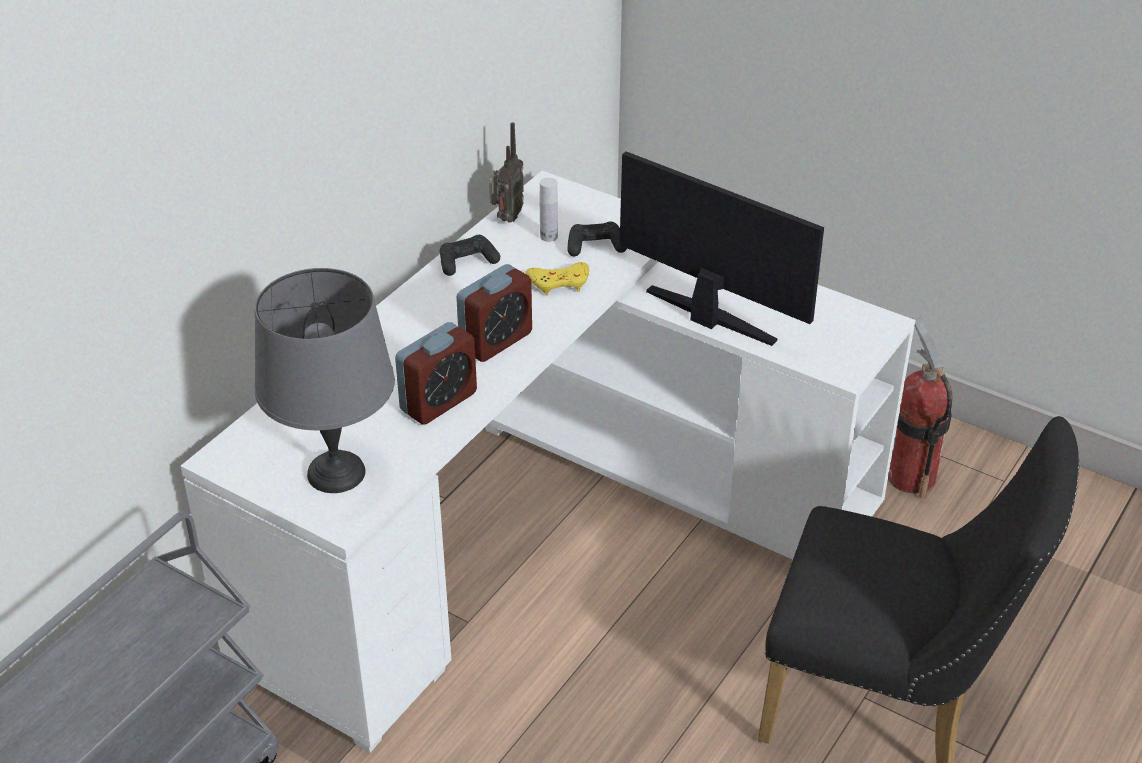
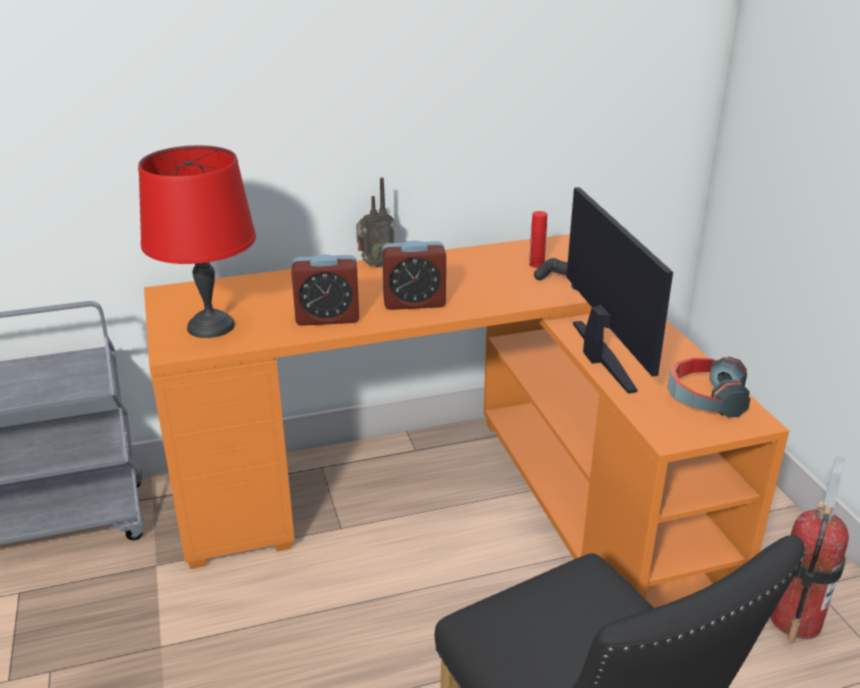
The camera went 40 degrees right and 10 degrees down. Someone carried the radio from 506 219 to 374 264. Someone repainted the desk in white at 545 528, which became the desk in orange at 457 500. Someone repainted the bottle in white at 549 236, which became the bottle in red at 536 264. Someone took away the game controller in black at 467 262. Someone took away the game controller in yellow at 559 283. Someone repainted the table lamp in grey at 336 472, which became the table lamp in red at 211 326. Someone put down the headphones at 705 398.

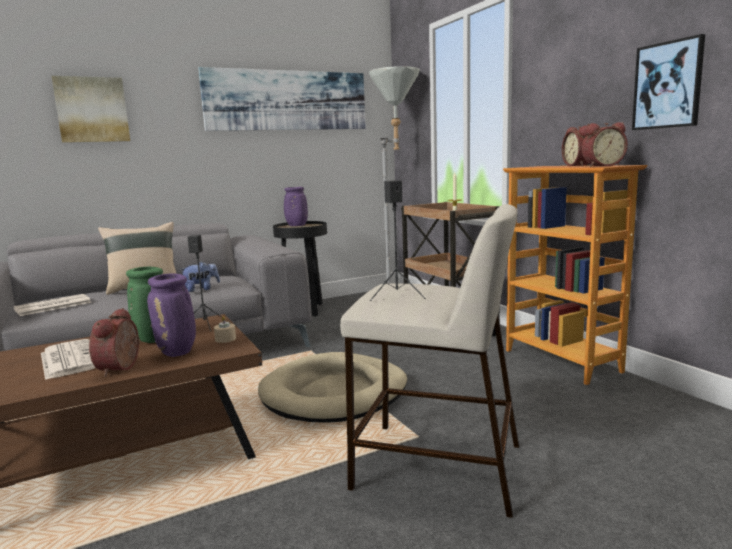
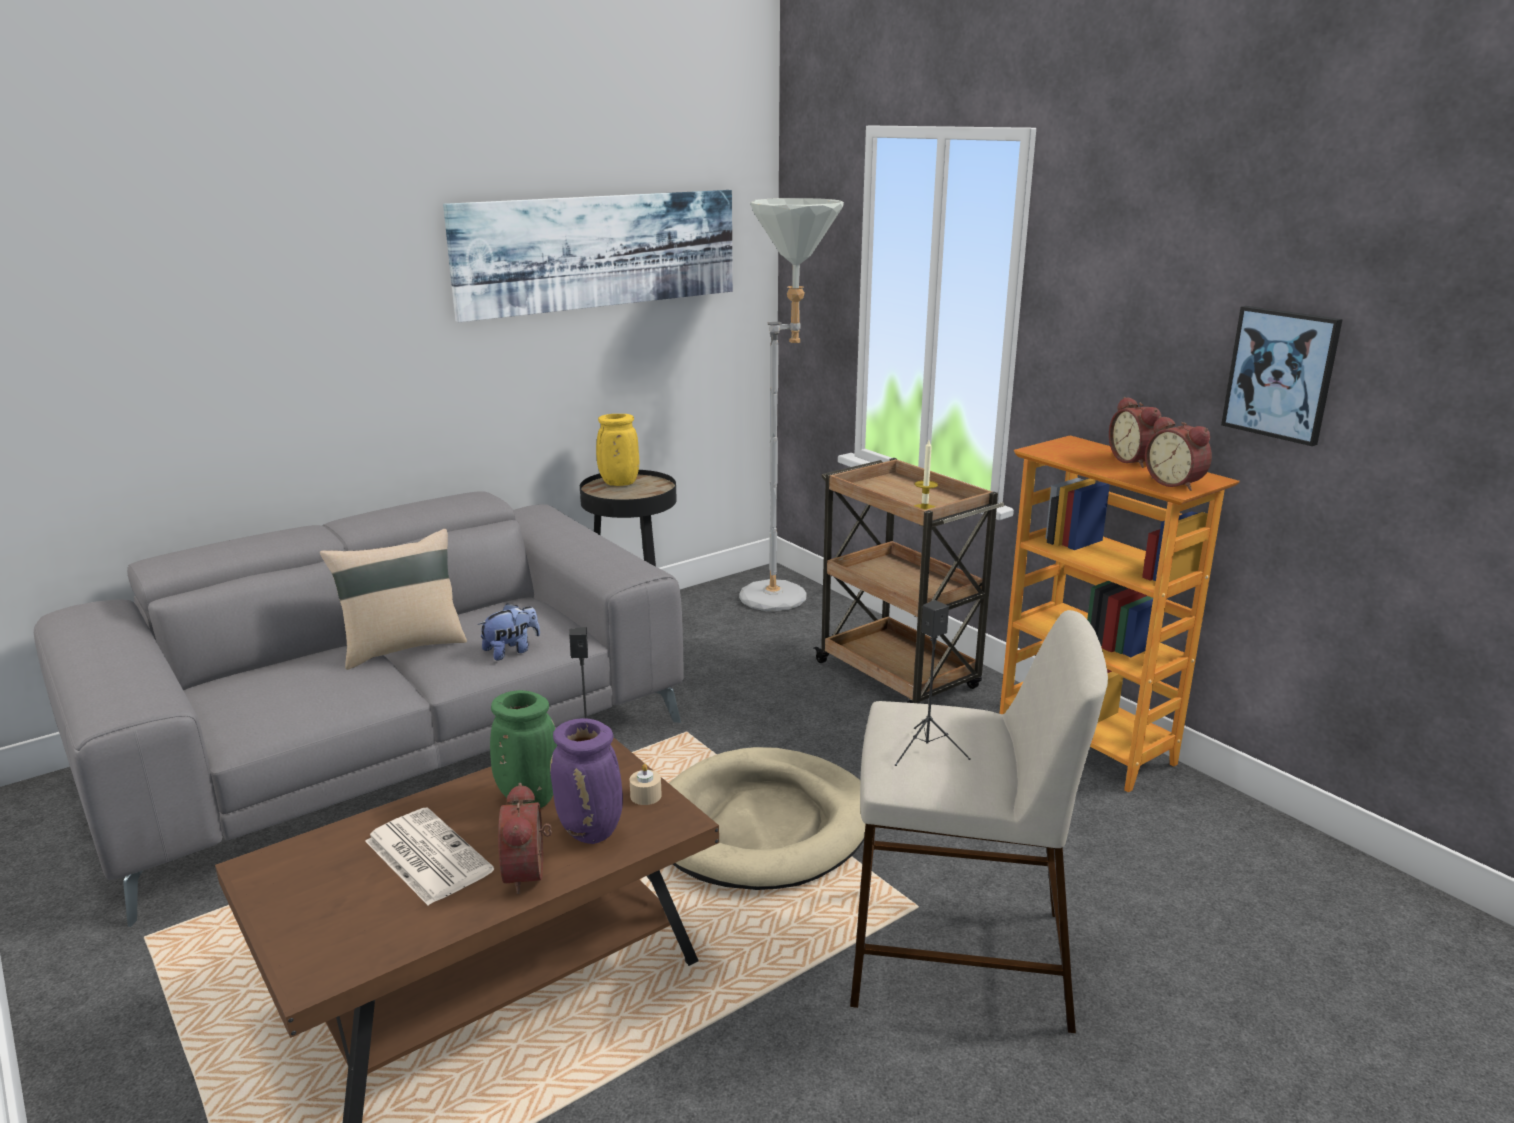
The camera went 10 degrees left and 10 degrees up. Someone took away the picture at 92 110. Someone rotated the alarm clock at 601 166 by 75 degrees clockwise. Someone repainted the vase in purple at 296 226, which became the vase in yellow at 618 483. Someone took away the newspaper at 52 306.

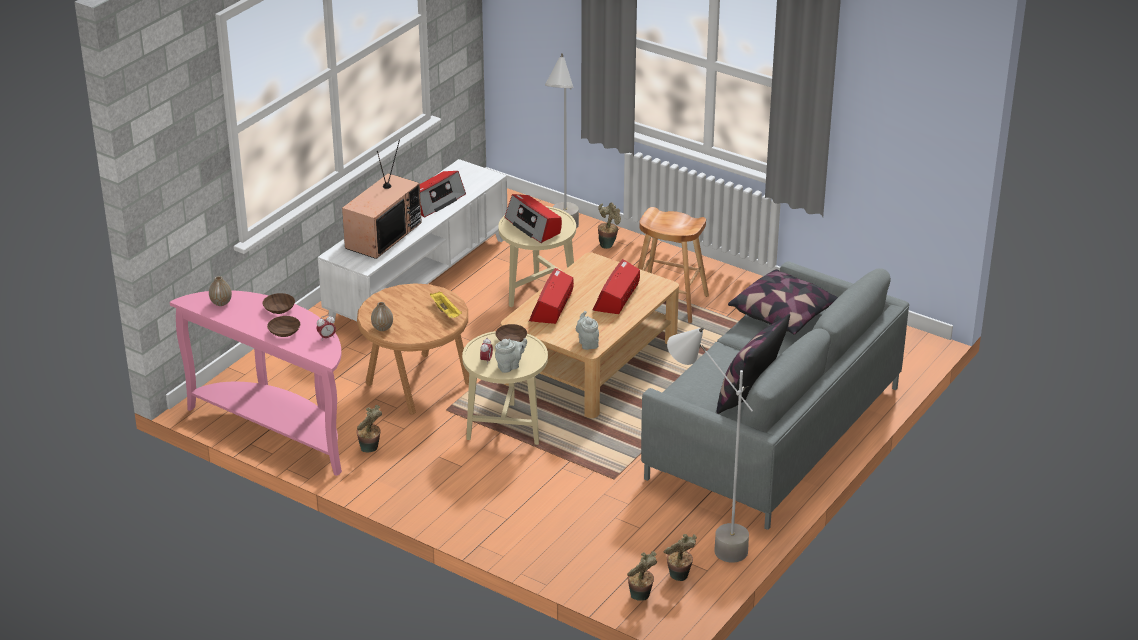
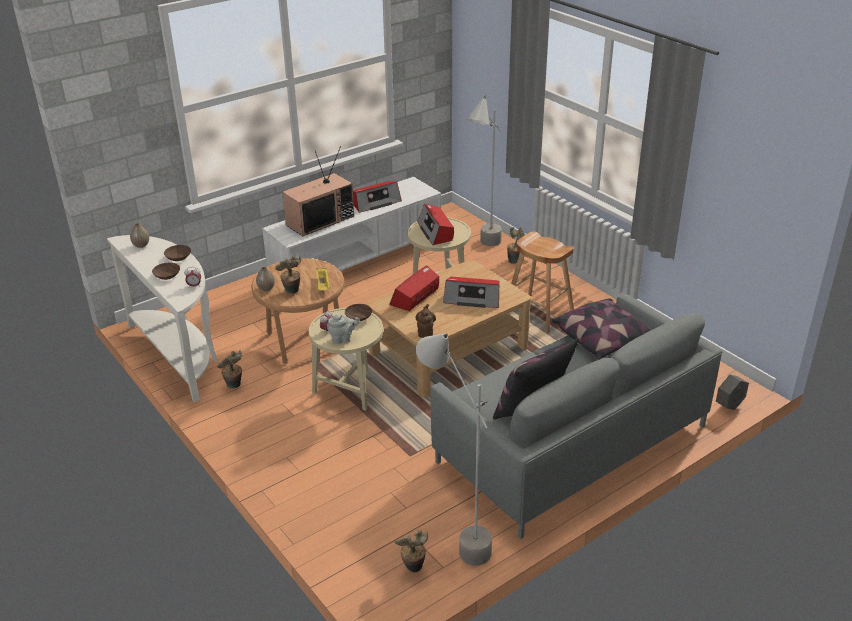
The camera went 20 degrees right and 0 degrees up. Someone rotated the radio at 616 297 by 120 degrees counterclockwise. Someone repainted the console table in pink at 278 429, which became the console table in white at 180 355. Someone repainted the teapot in grey at 588 343, which became the teapot in brown at 425 332. Someone carried the potted plant from 641 597 to 292 292. Someone put down the planter in grey at 729 406.

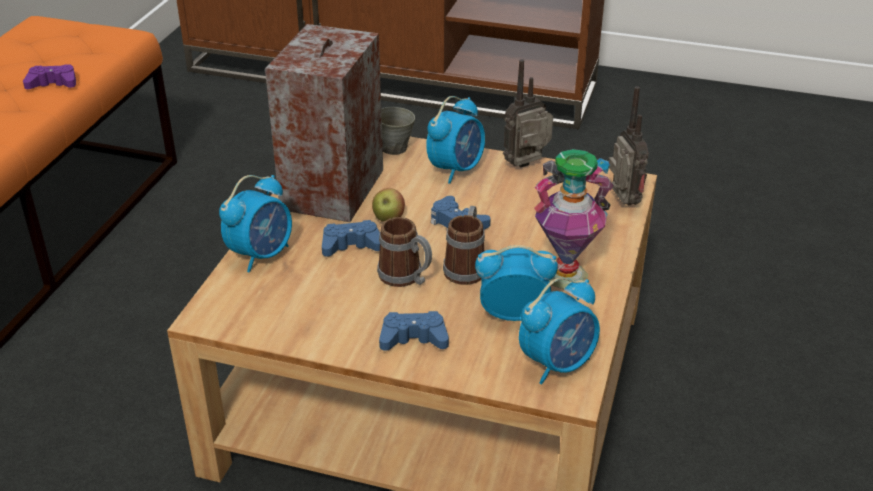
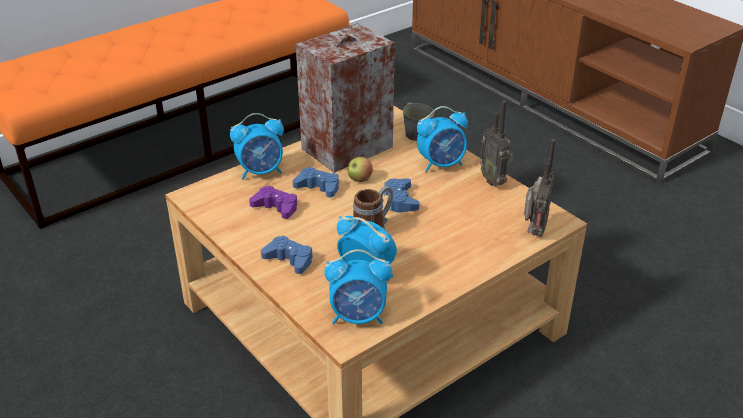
The camera went 35 degrees right and 0 degrees up. Someone rotated the radio at 527 166 by 120 degrees counterclockwise. Someone carried the game controller in purple from 53 84 to 276 207. Someone took away the vase at 565 274. Someone took away the mug at 406 278.

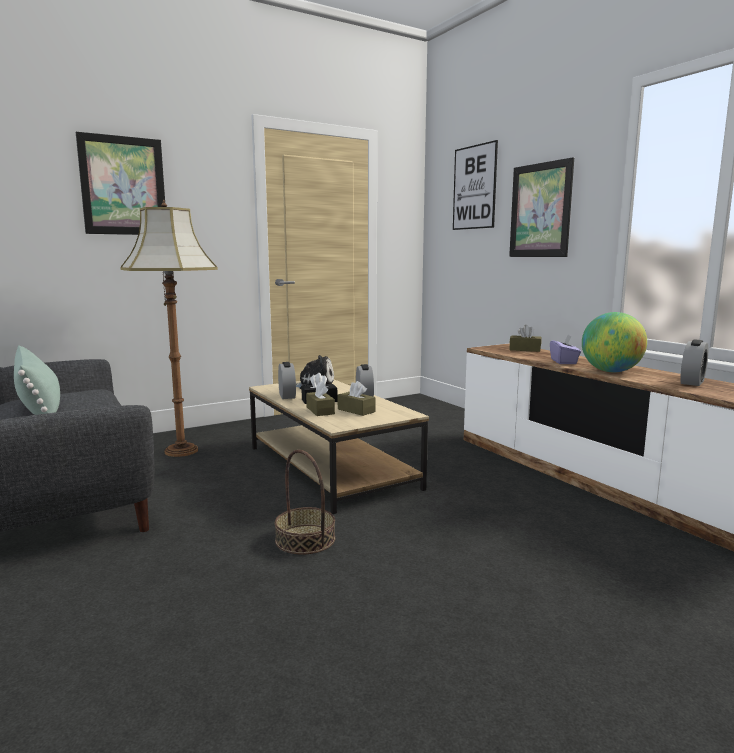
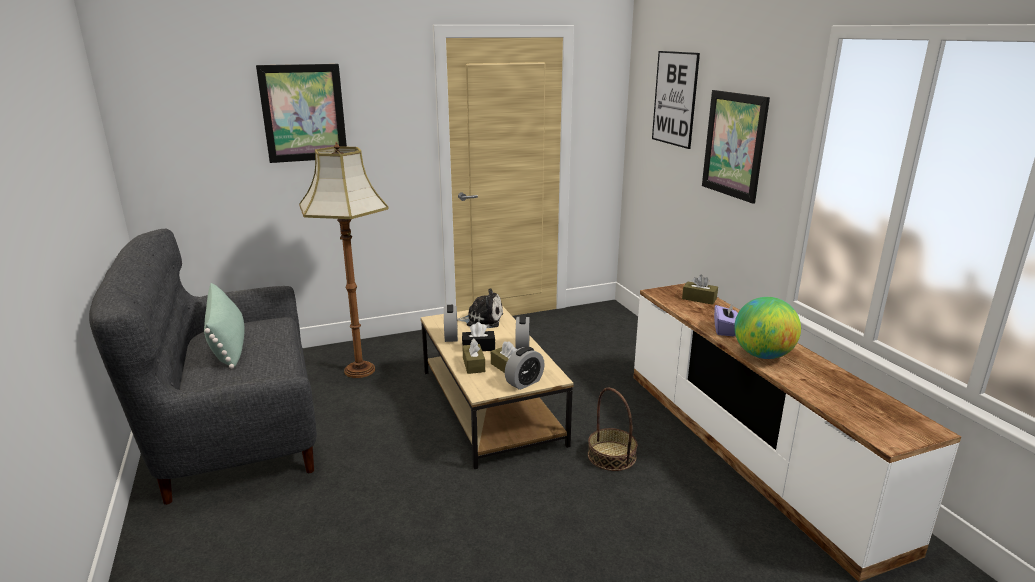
The camera went 10 degrees right and 10 degrees up. Someone carried the alarm clock from 692 382 to 524 382. Someone carried the basket from 305 539 to 612 456.

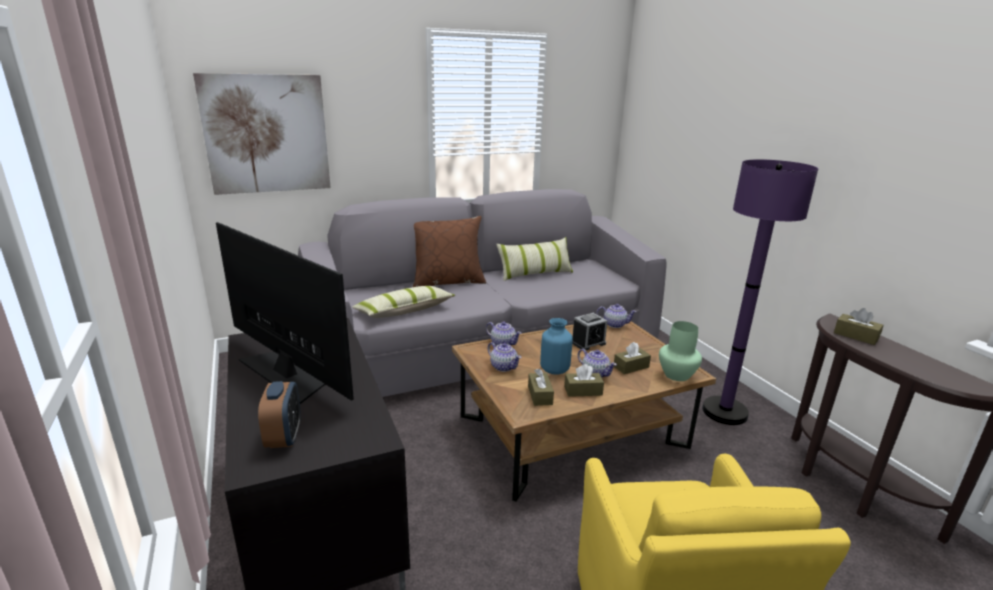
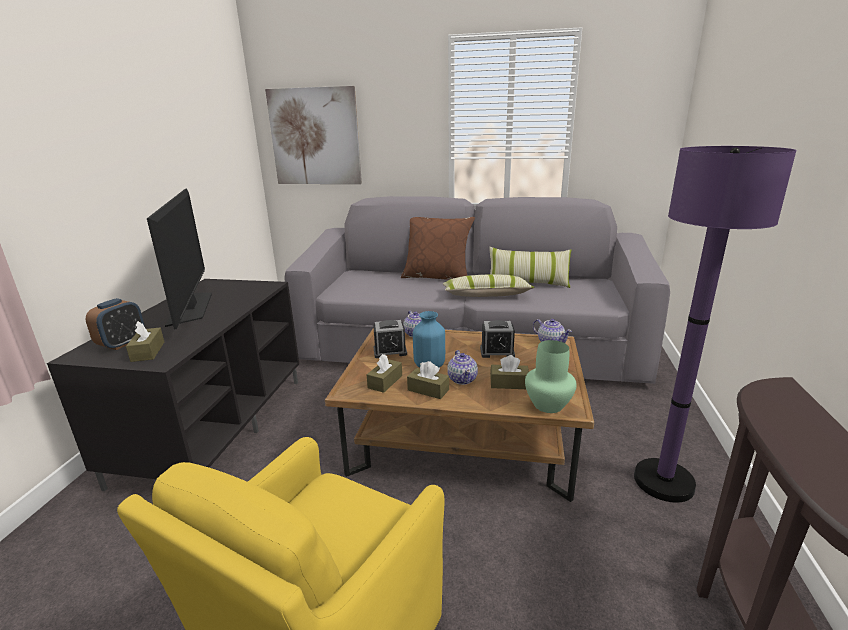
The camera went 35 degrees right and 0 degrees up. Someone carried the pillow from 404 311 to 486 295. Someone carried the tissue box in brown from 856 336 to 148 351. Someone swapped the teapot at 503 366 for the alarm clock at 390 351.

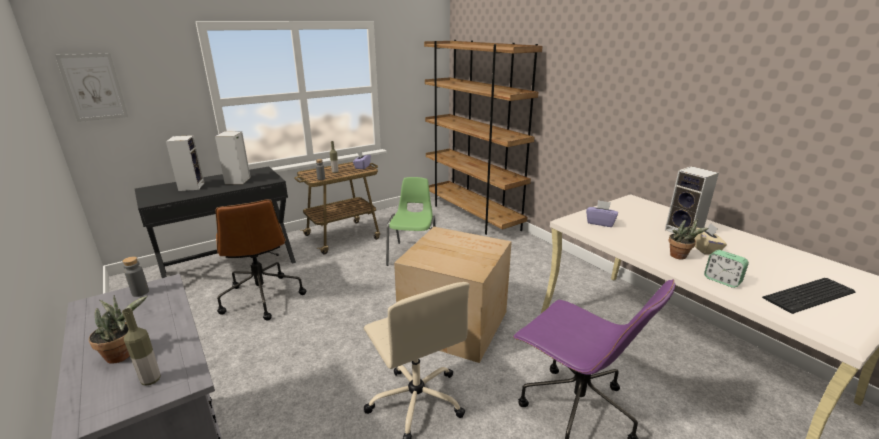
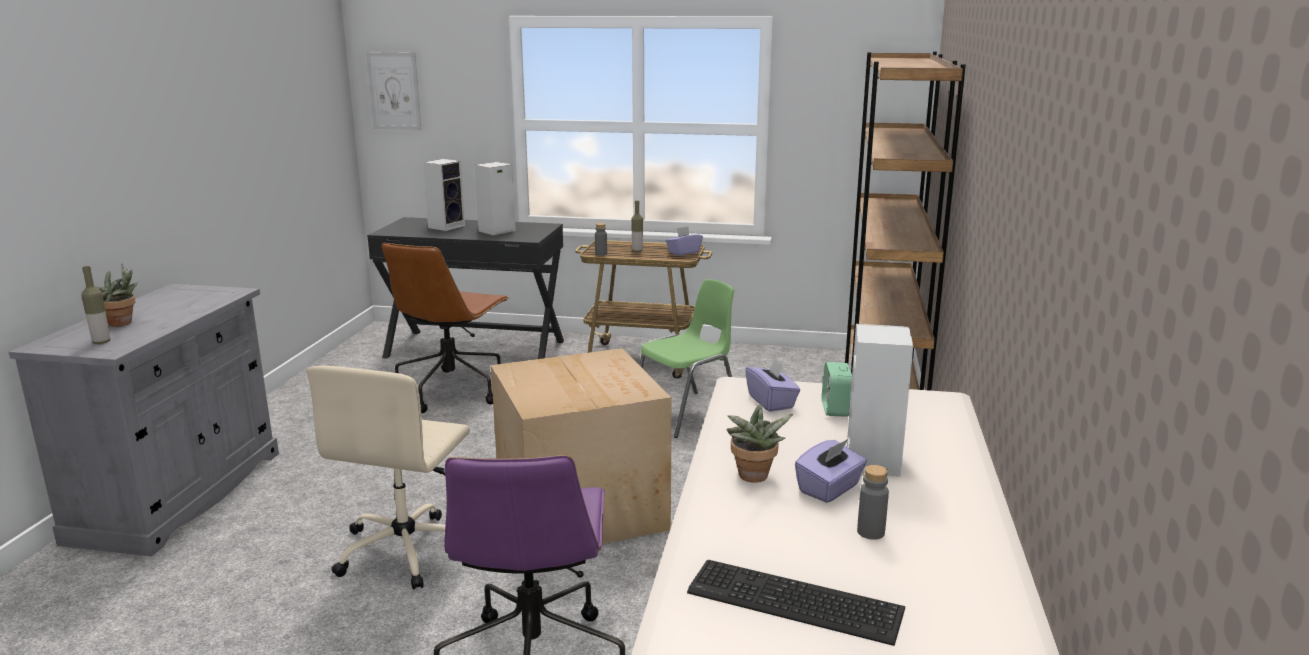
The camera went 45 degrees right and 5 degrees down. Someone repainted the tissue box in beige at 704 248, which became the tissue box in purple at 829 489. Someone carried the alarm clock from 722 280 to 835 409. Someone carried the bottle in grey from 140 292 to 870 532.

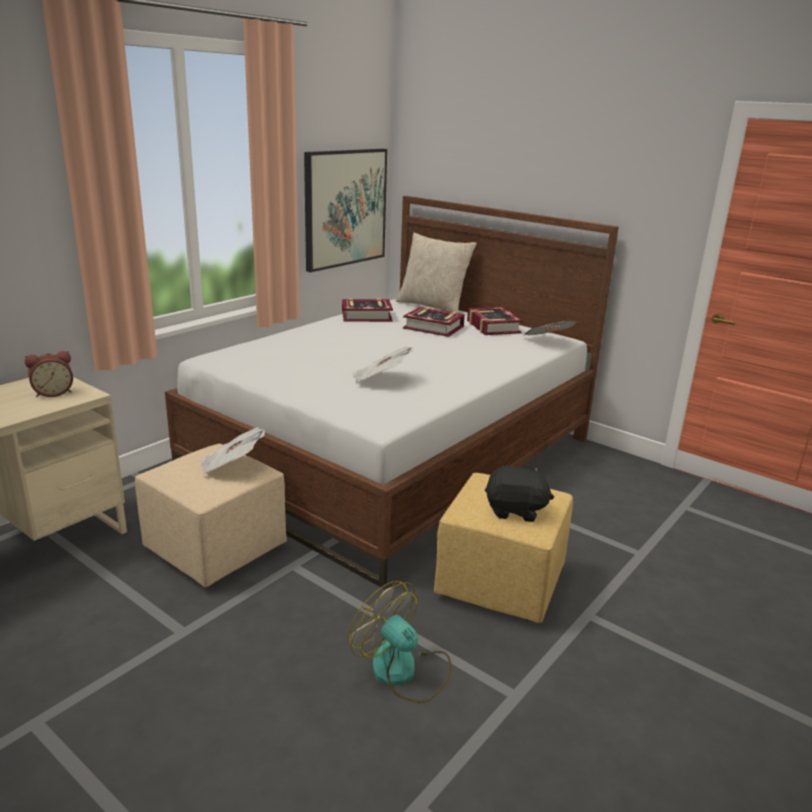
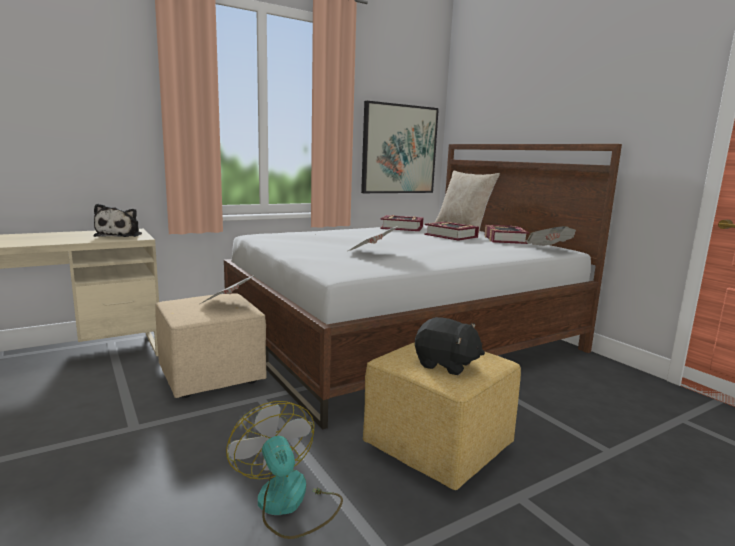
The camera went 20 degrees right and 10 degrees down. Someone swapped the alarm clock at 53 392 for the plush toy at 120 235.

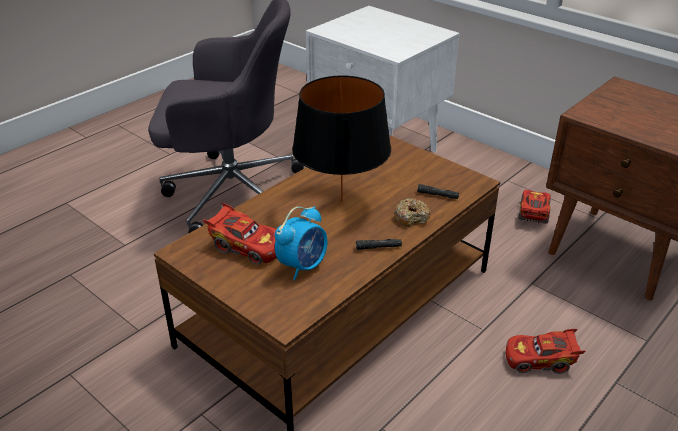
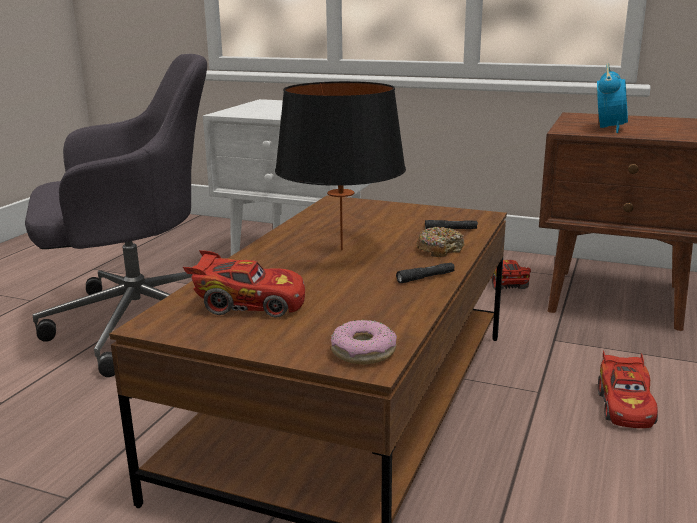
The camera went 20 degrees left and 15 degrees down. Someone carried the alarm clock from 303 266 to 609 129. Someone rotated the toy car in red at 540 360 by 60 degrees counterclockwise. Someone put down the donut at 363 351.

